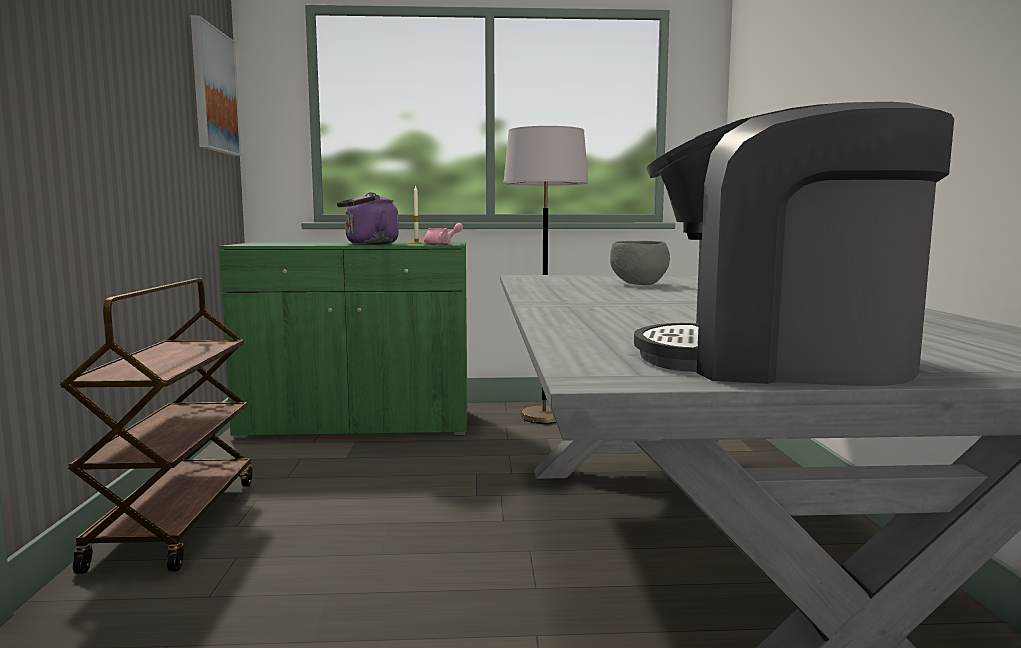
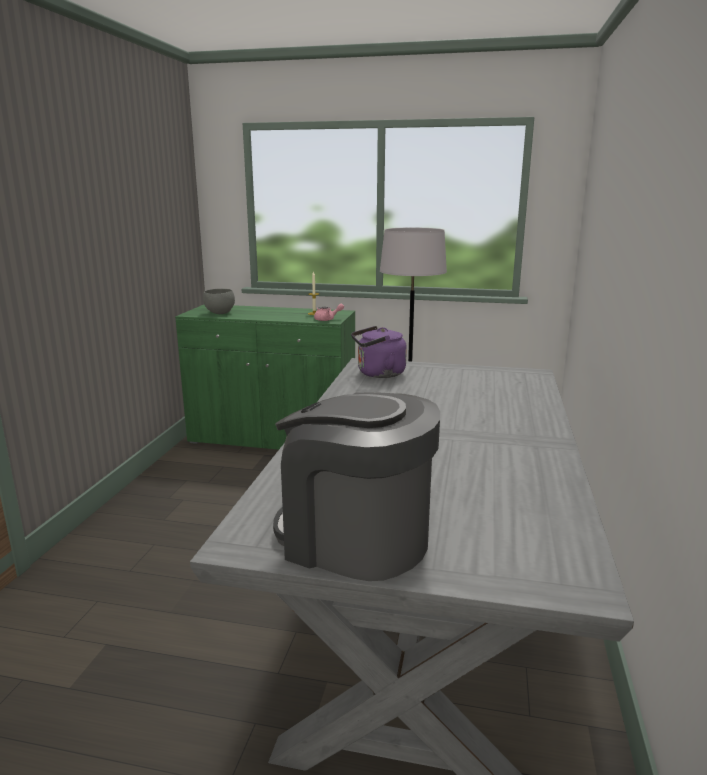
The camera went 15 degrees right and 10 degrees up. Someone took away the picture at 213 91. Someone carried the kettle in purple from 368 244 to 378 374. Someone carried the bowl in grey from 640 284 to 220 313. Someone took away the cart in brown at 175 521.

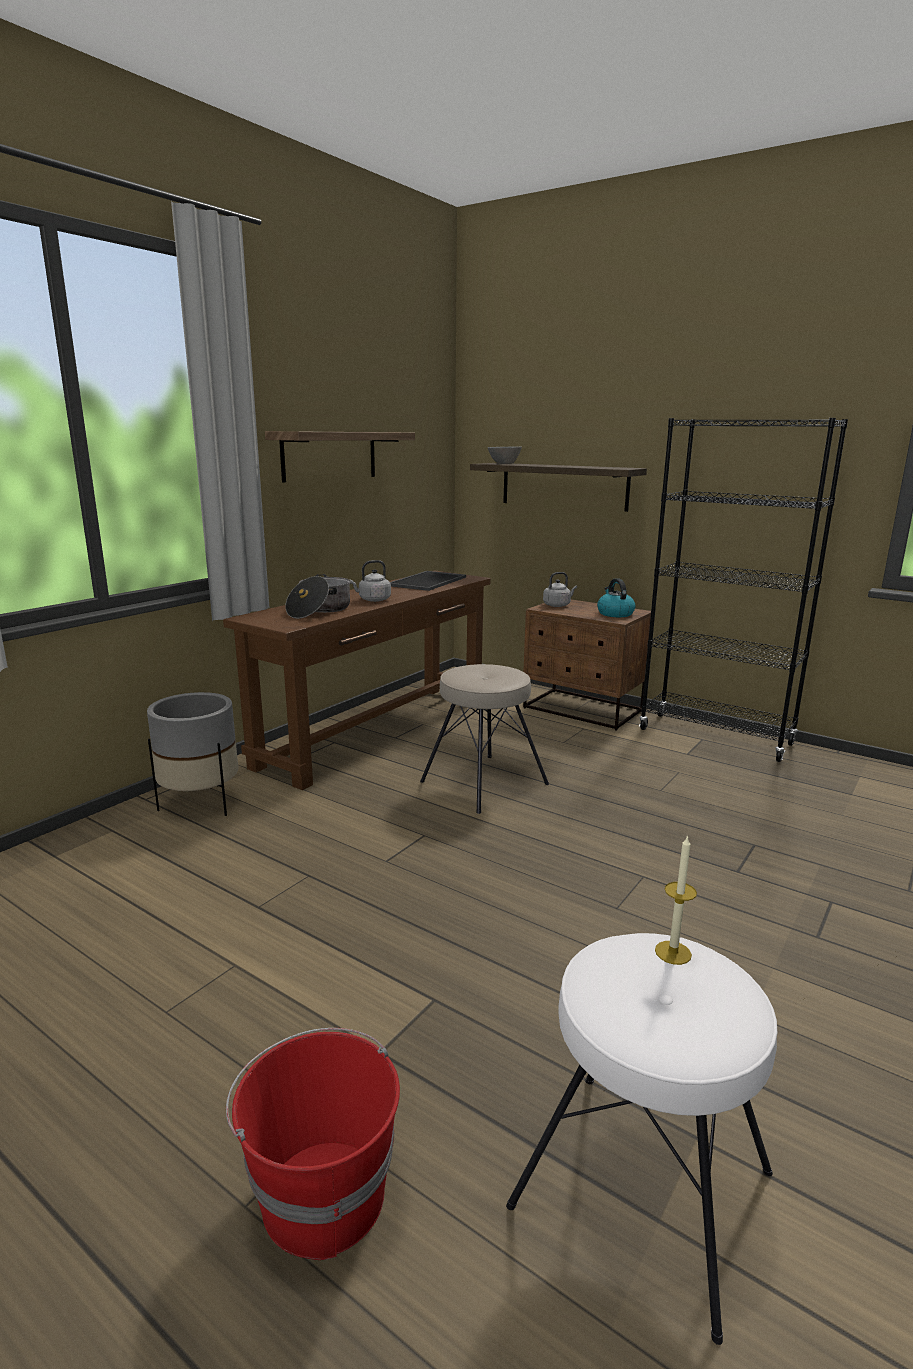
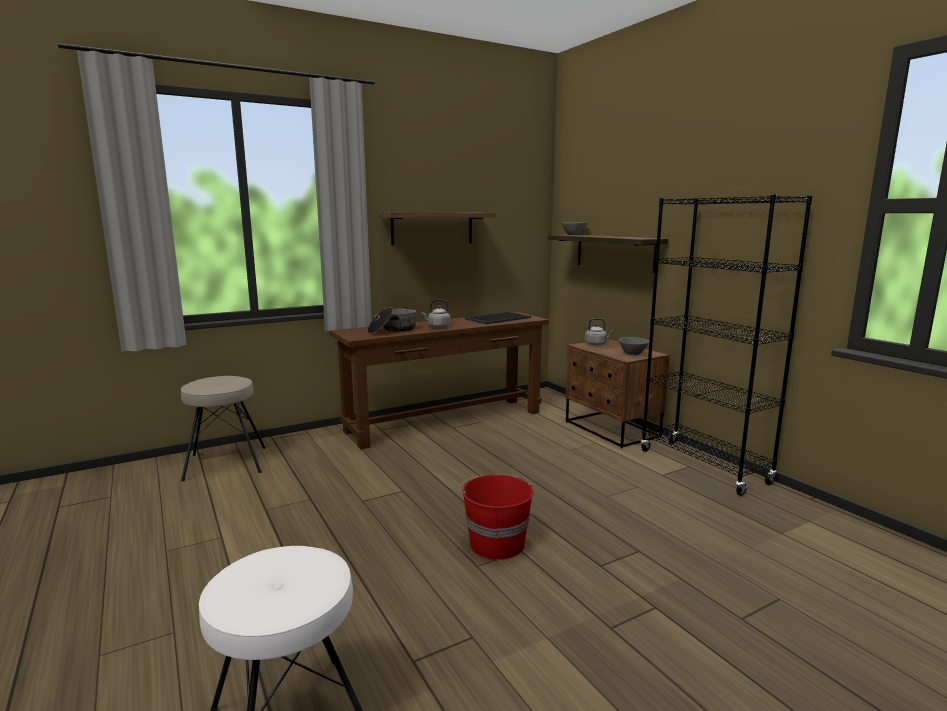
The camera went 25 degrees right and 5 degrees down. Someone swapped the kettle at 614 613 for the bowl in grey at 632 353. Someone carried the stool in beige from 483 782 to 225 463. Someone took away the planter in grey at 201 803. Someone took away the candle at 673 952. Someone carried the bucket in red from 321 1194 to 496 543.

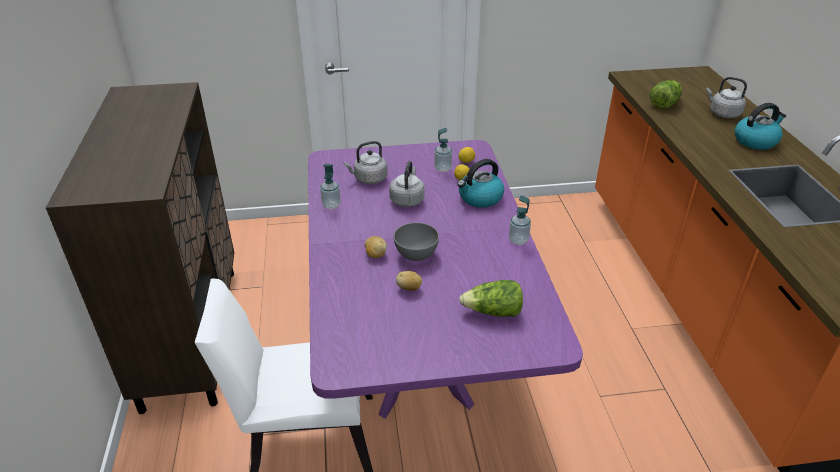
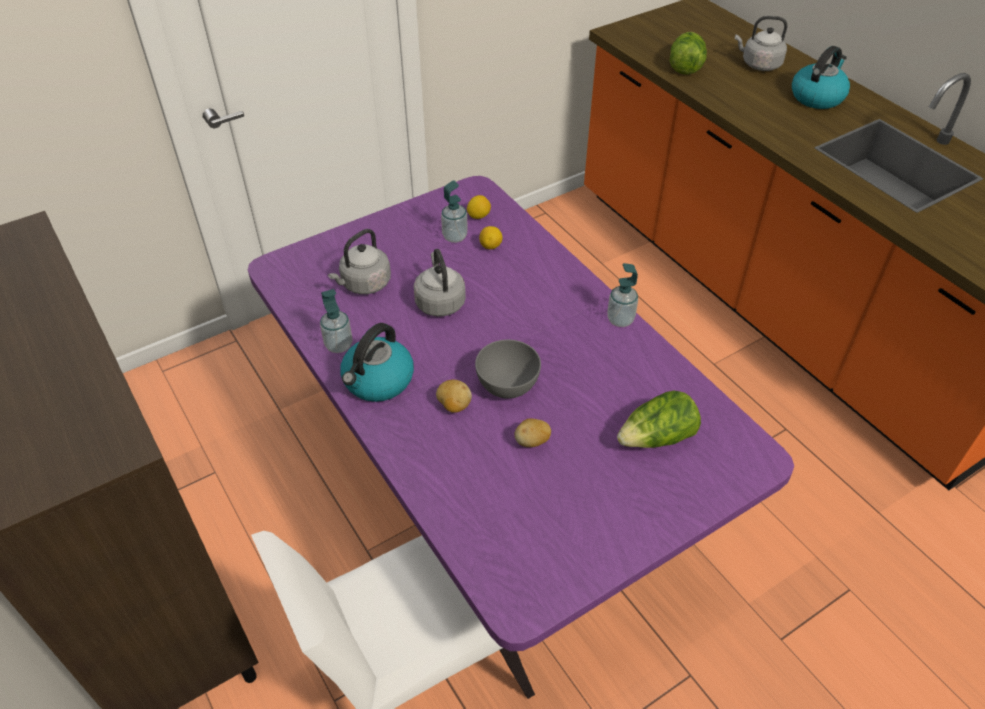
The camera went 25 degrees left and 10 degrees up. Someone carried the kettle from 480 198 to 378 381.

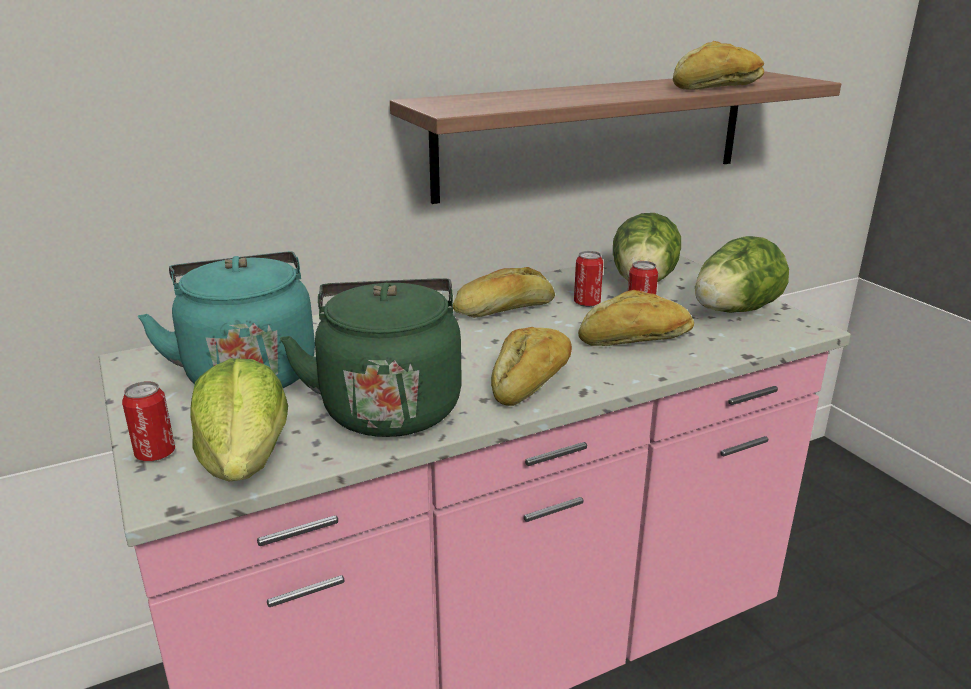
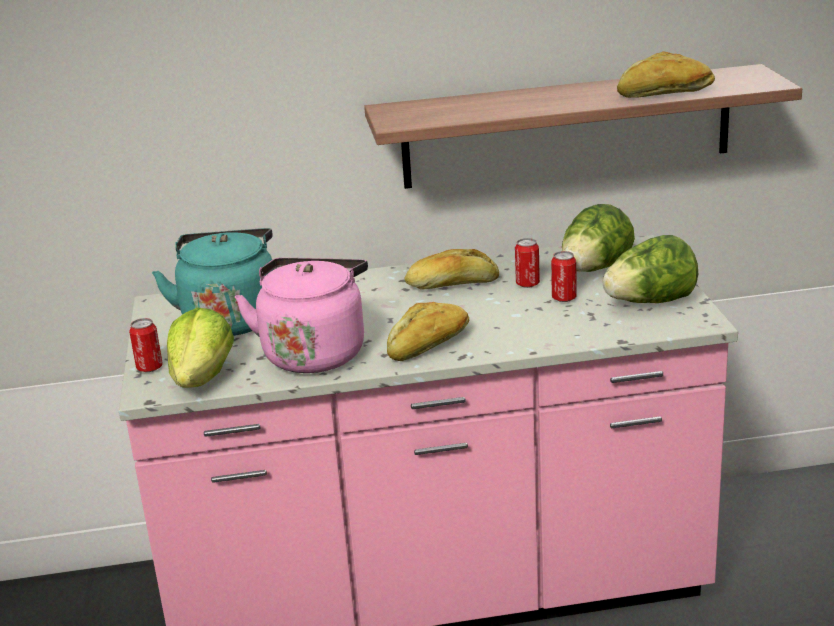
The camera went 20 degrees right and 0 degrees up. Someone repainted the kettle in green at 390 405, which became the kettle in pink at 315 352. Someone took away the bread at 635 340.

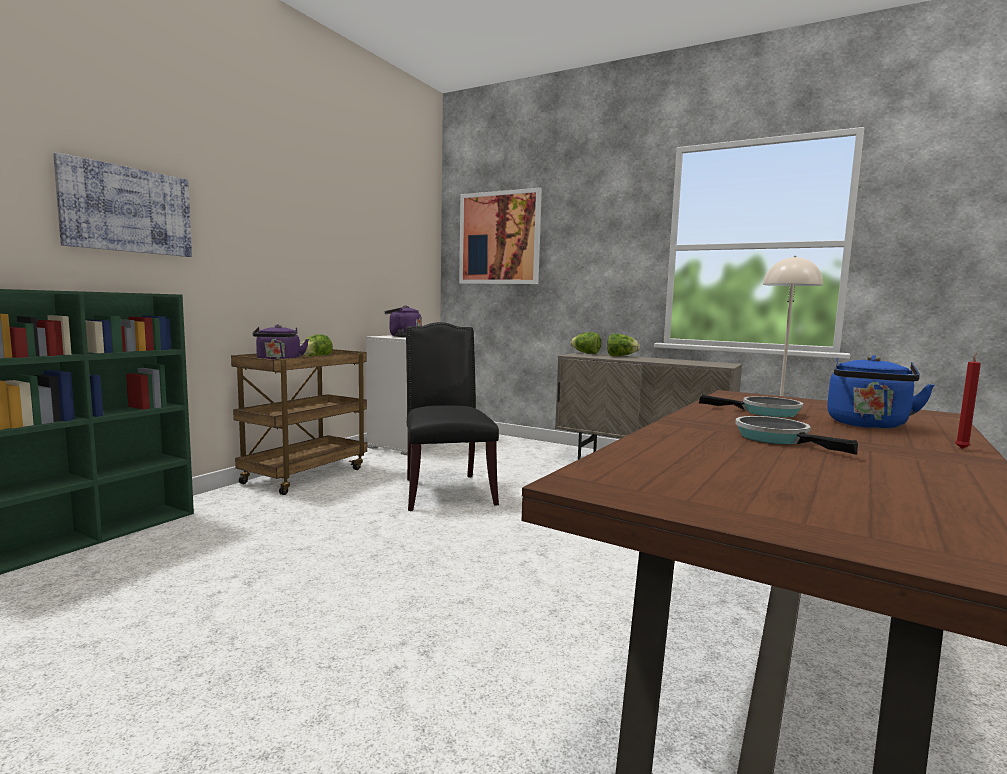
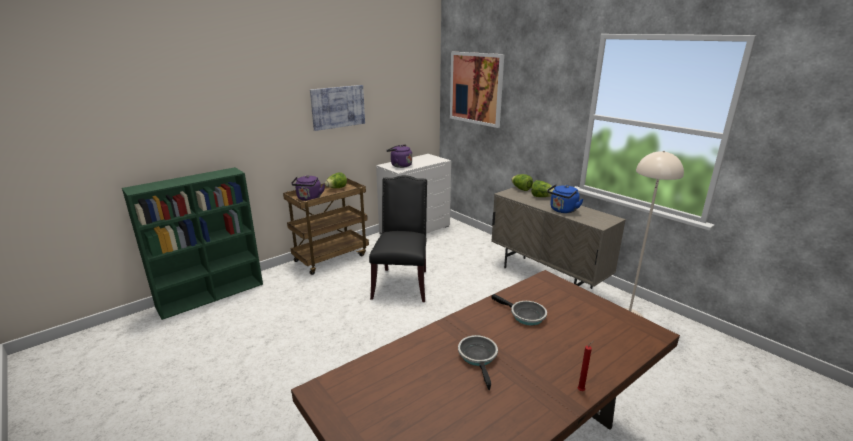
The camera went 20 degrees right and 15 degrees up. Someone carried the picture from 127 210 to 338 107. Someone carried the kettle in blue from 867 425 to 562 210.

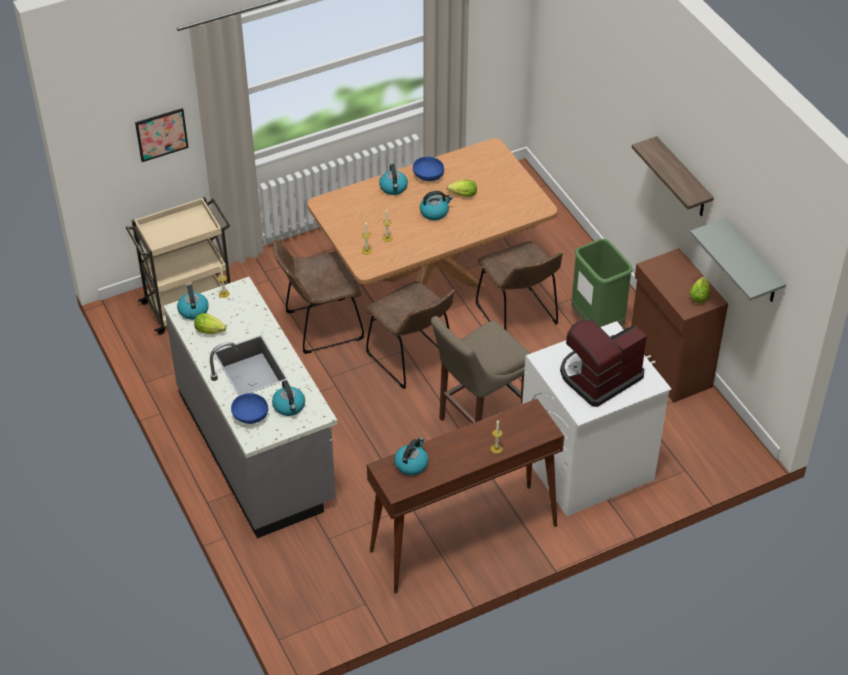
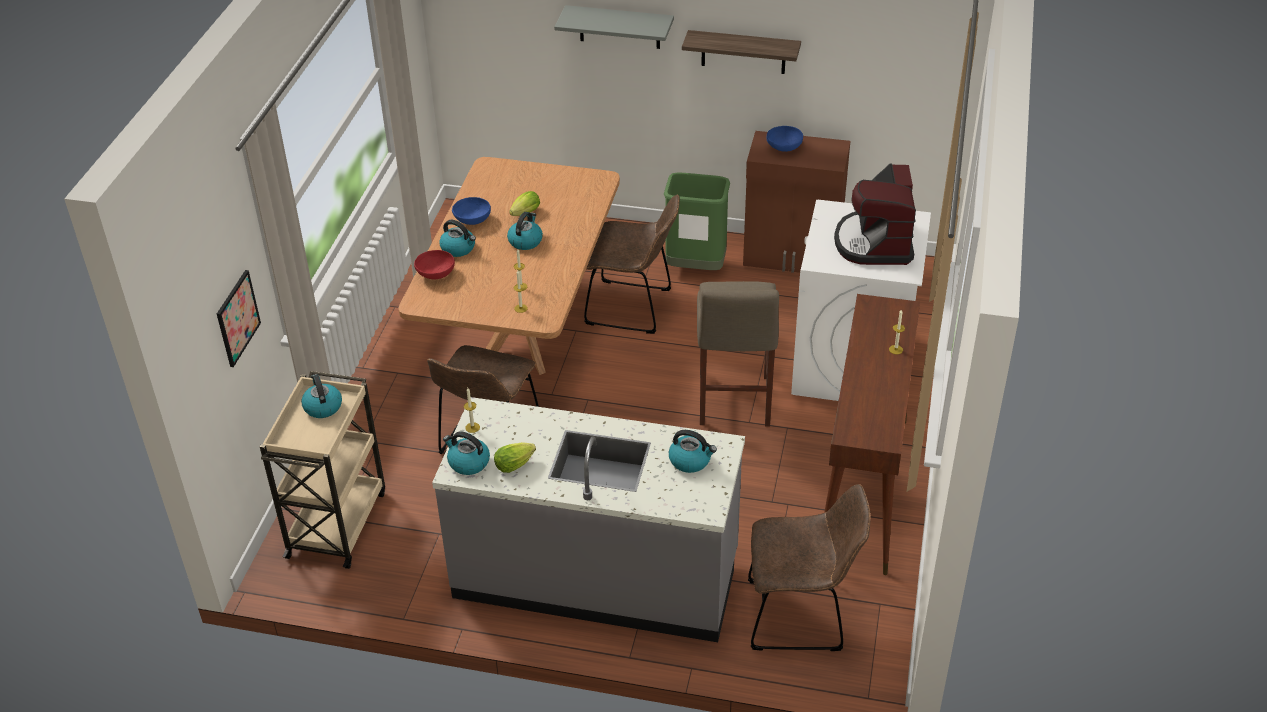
The camera went 50 degrees left and 5 degrees down. Someone carried the shelf in grey from 752 263 to 619 27. Someone took away the lettuce at 699 295. Someone carried the chair in brown from 412 360 to 801 615. Someone carried the bowl in blue from 250 416 to 784 148. Someone carried the kettle from 411 464 to 322 406. Someone put down the bowl in red at 435 274.

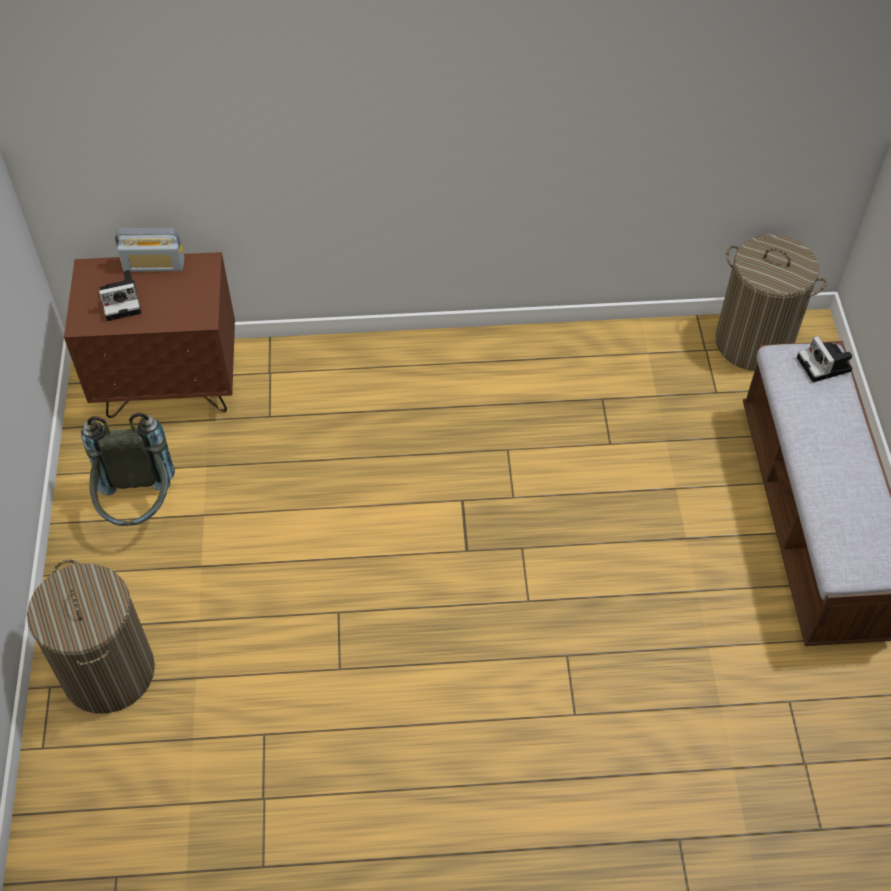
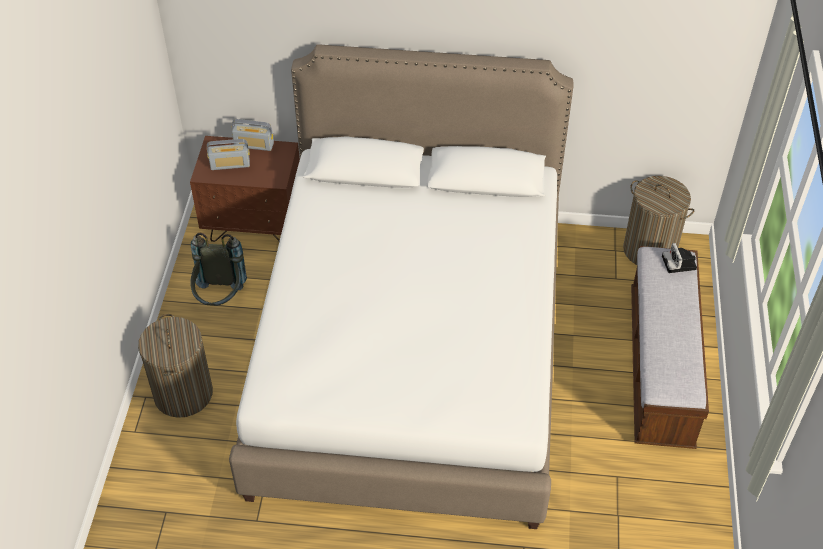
The camera went 10 degrees right and 5 degrees down. Someone swapped the photo camera at 123 301 for the radio at 230 164. Someone put down the bed in white at 411 352.

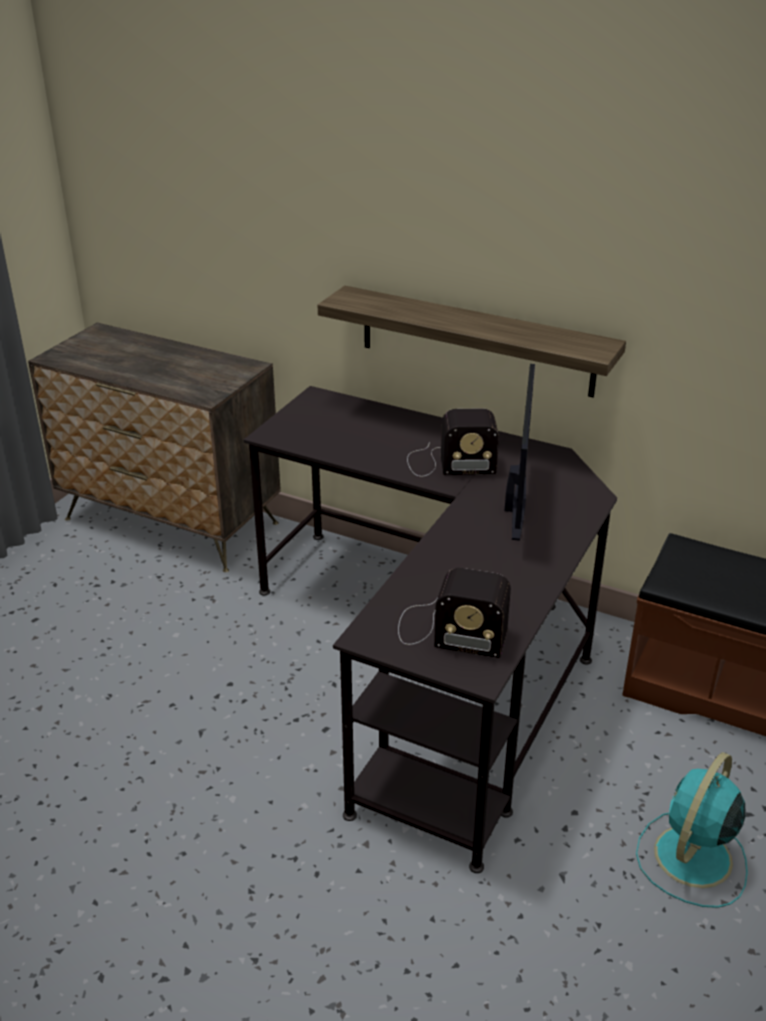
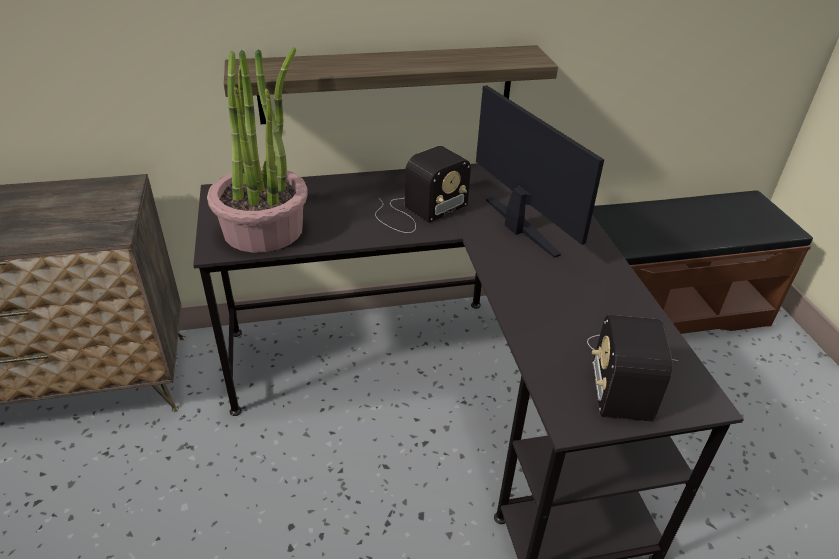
The camera went 40 degrees left and 5 degrees up. Someone rotated the radio at 447 631 by 120 degrees clockwise. Someone took away the fan in turquoise at 691 859. Someone put down the potted plant at 264 229.

